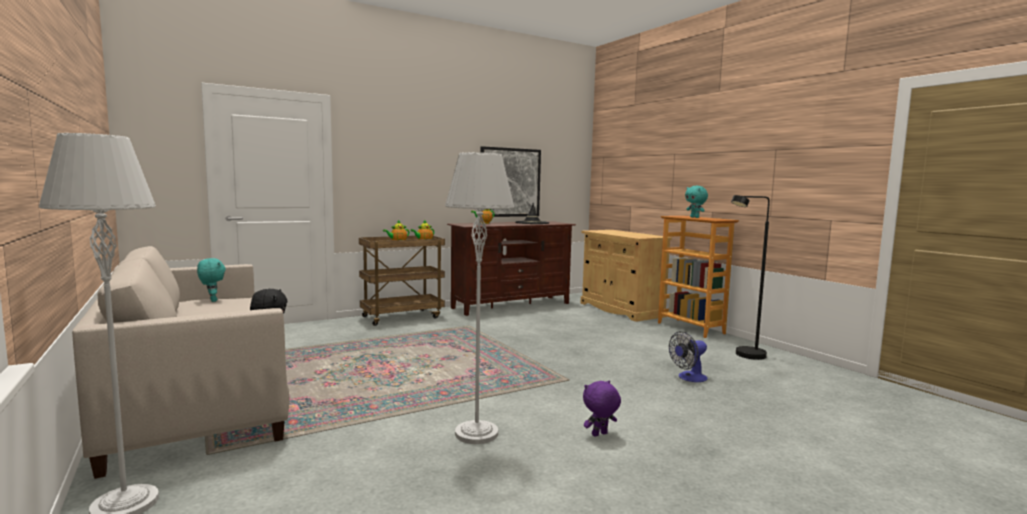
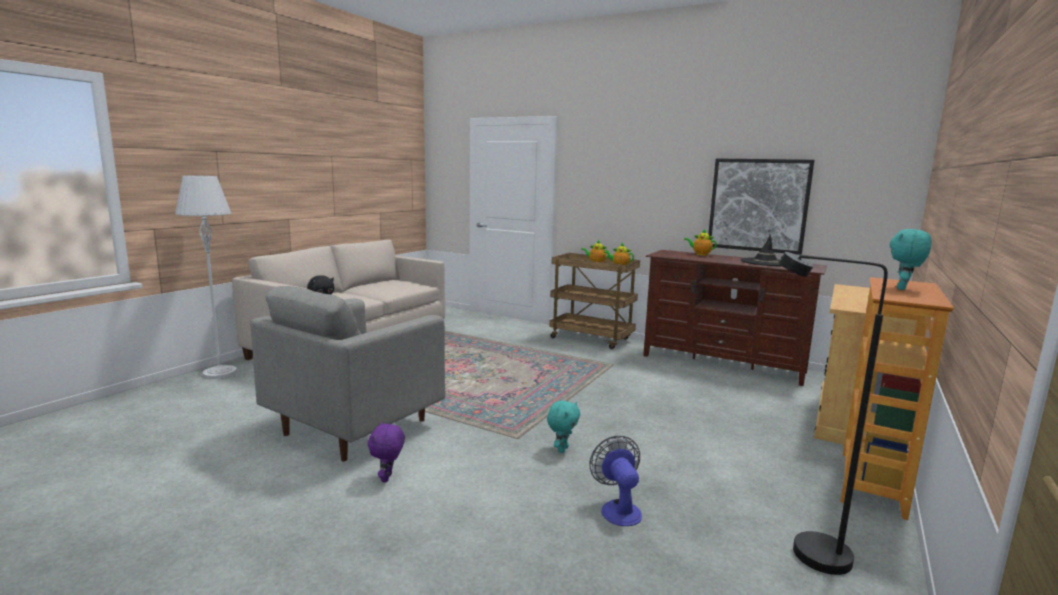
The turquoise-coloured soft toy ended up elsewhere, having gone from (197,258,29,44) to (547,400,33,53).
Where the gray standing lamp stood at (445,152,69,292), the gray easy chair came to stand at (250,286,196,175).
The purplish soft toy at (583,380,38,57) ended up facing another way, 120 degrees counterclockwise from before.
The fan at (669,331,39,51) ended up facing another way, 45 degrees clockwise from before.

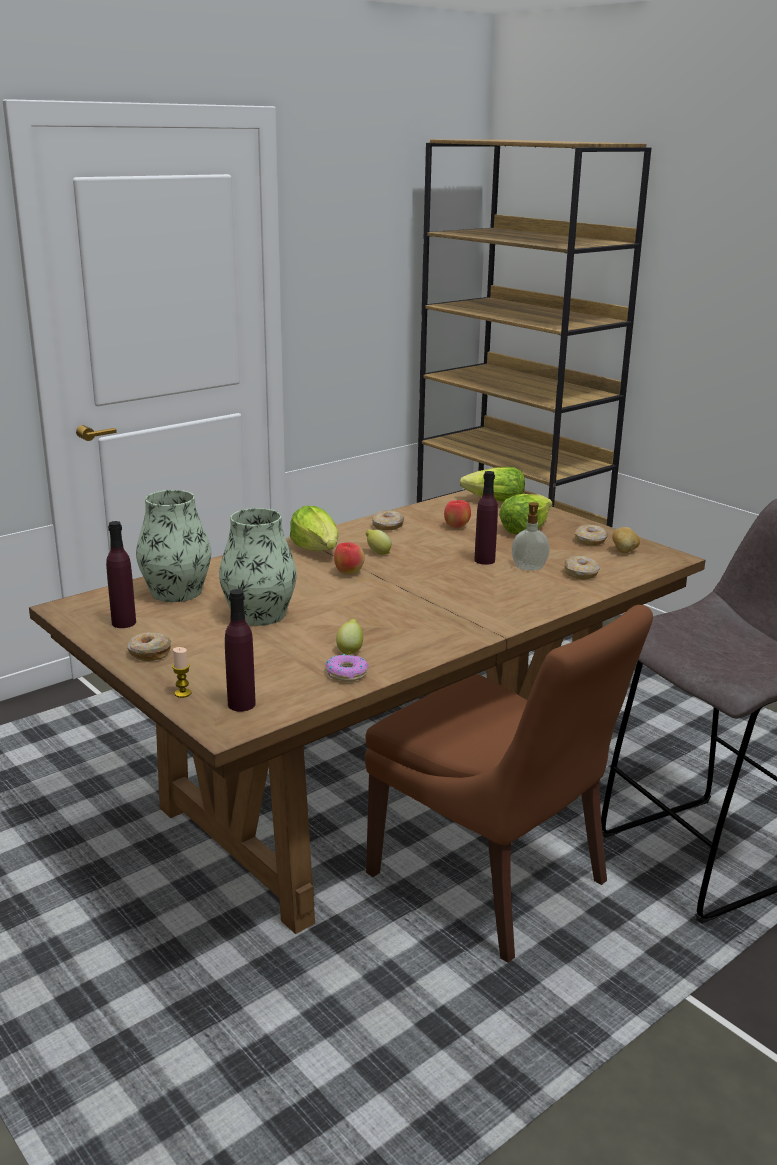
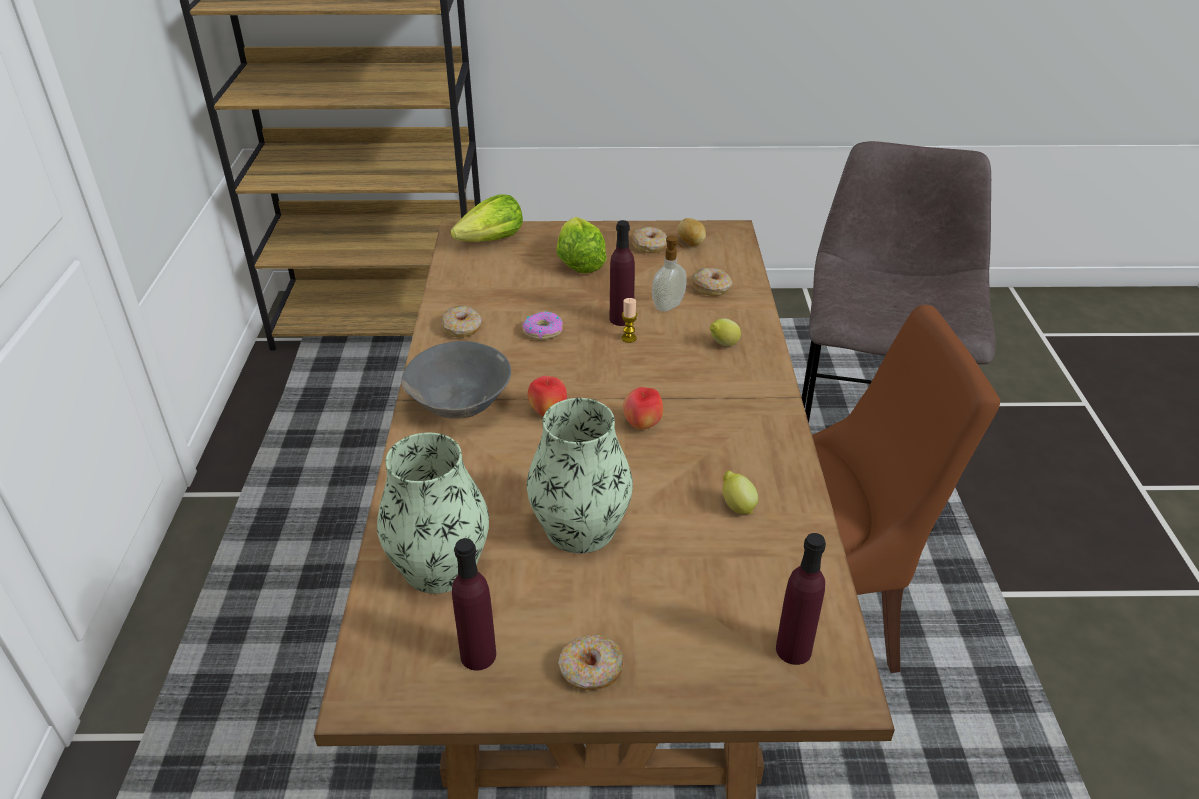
The wax candle ended up elsewhere, having gone from (172,647,19,51) to (621,298,16,45).
Where the lettuce head stood at (290,506,49,45), the gray bowl came to stand at (401,341,110,78).
The donut ended up elsewhere, having gone from (325,654,44,28) to (523,311,40,29).
The citrus fruit ended up elsewhere, having gone from (366,529,26,26) to (710,318,31,28).
The apple ended up elsewhere, having gone from (444,500,27,28) to (623,387,40,43).

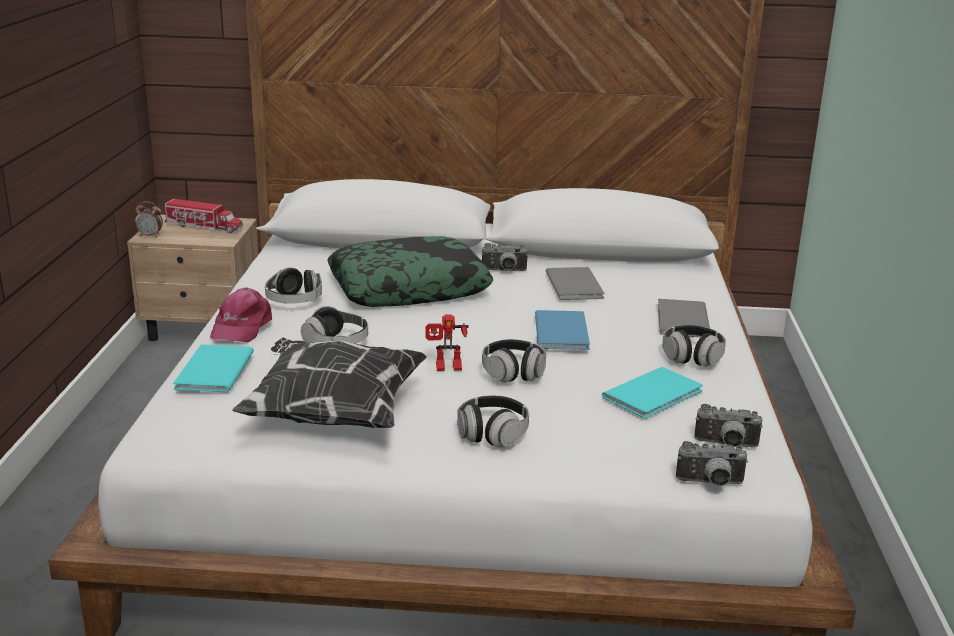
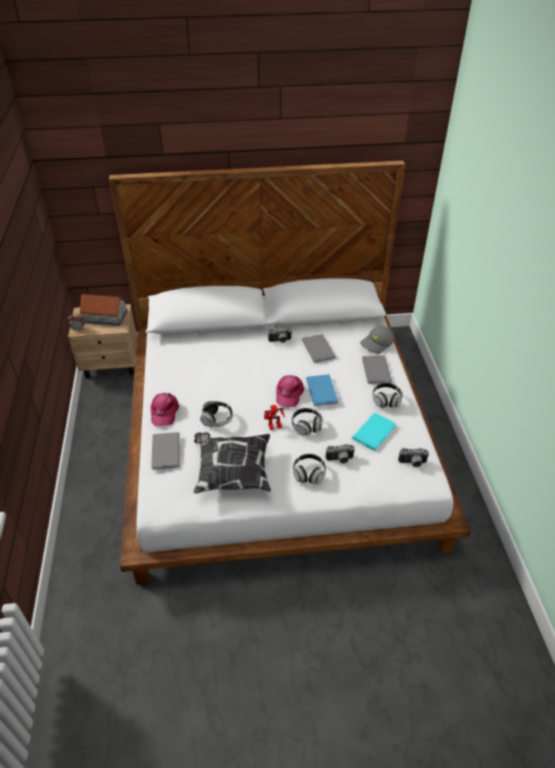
Where the toy truck stood at (165,199,78,34), the miniature house came to stand at (79,294,48,32).
What was the turquoise-coloured volume at (173,344,81,49) turned into the gray volume at (151,432,29,38).
The second view lost the pair of headphones at (265,267,57,37).
The second view lost the cushion at (327,236,166,71).
The still camera ended up elsewhere, having gone from (676,441,72,45) to (325,444,30,19).
The second view gained the pinkish peaked cap at (276,375,28,32).
The second view gained the gray peaked cap at (360,326,34,28).

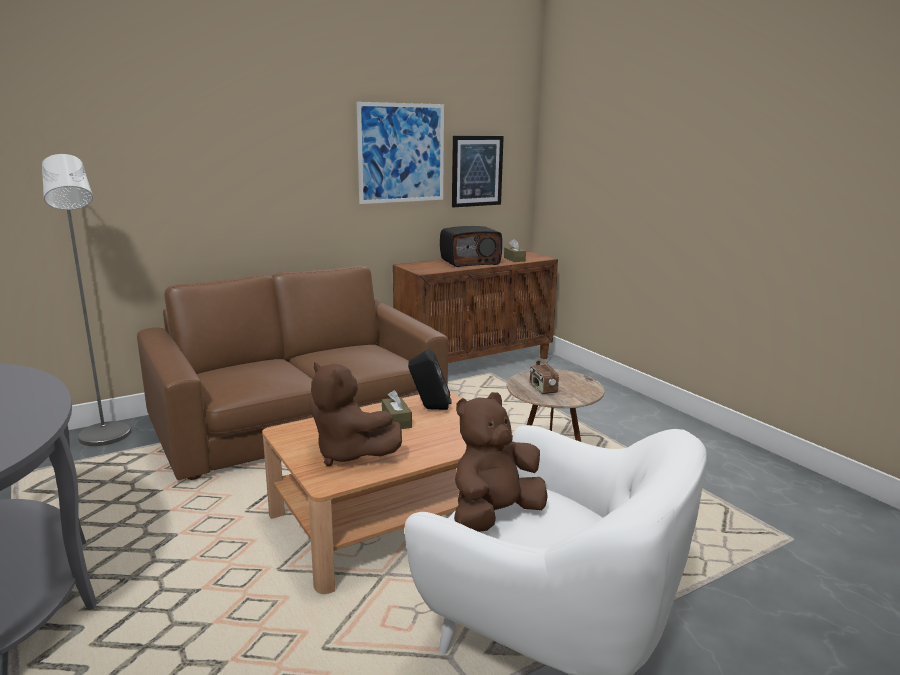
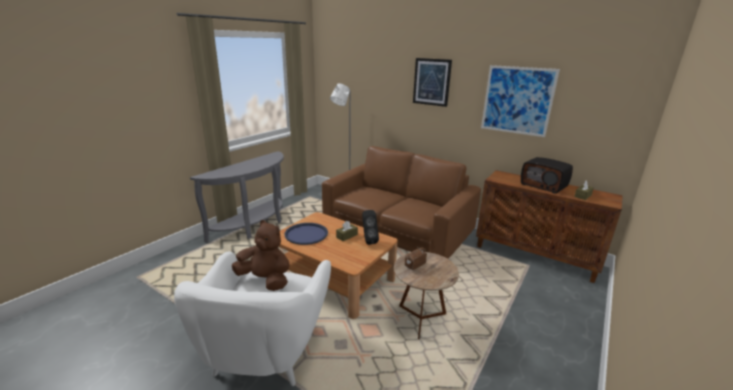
Where the brownish soft toy stood at (309,362,93,104), the blue-coloured serving tray came to stand at (284,223,44,22).
The wall art ended up elsewhere, having gone from (452,136,52,71) to (413,58,39,49).

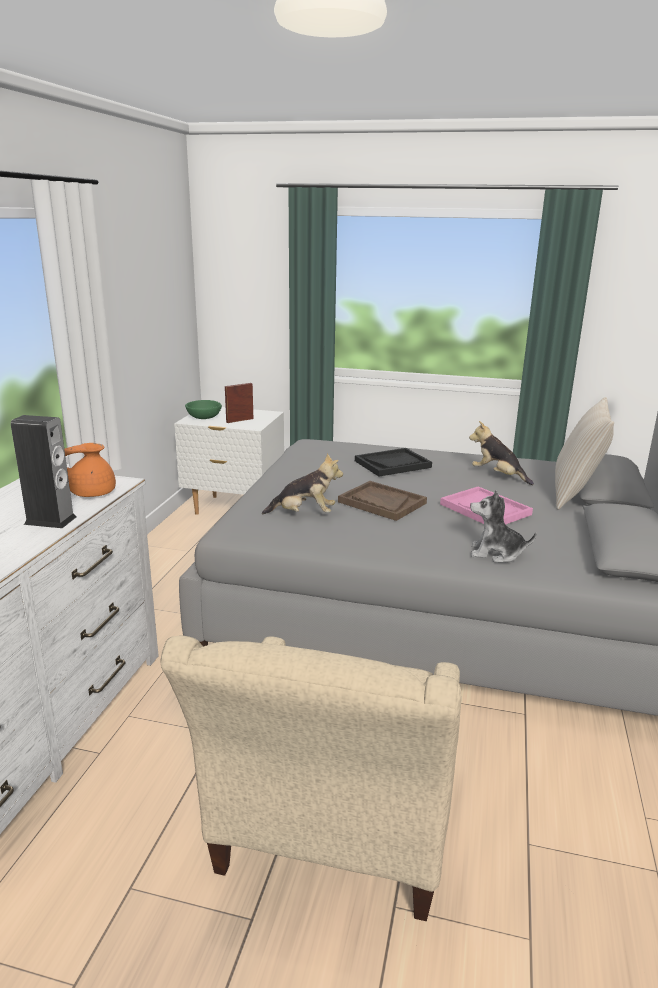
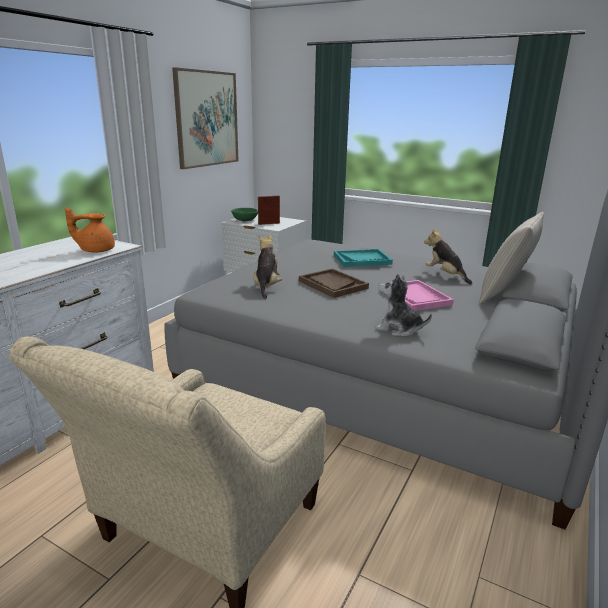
The second view lost the loudspeaker at (11,415,66,113).
The soft toy at (262,453,81,62) ended up facing another way, 105 degrees counterclockwise from before.
What was the black serving tray at (355,448,77,29) turned into the turquoise-coloured serving tray at (334,249,59,18).
The second view gained the wall art at (172,67,67,102).

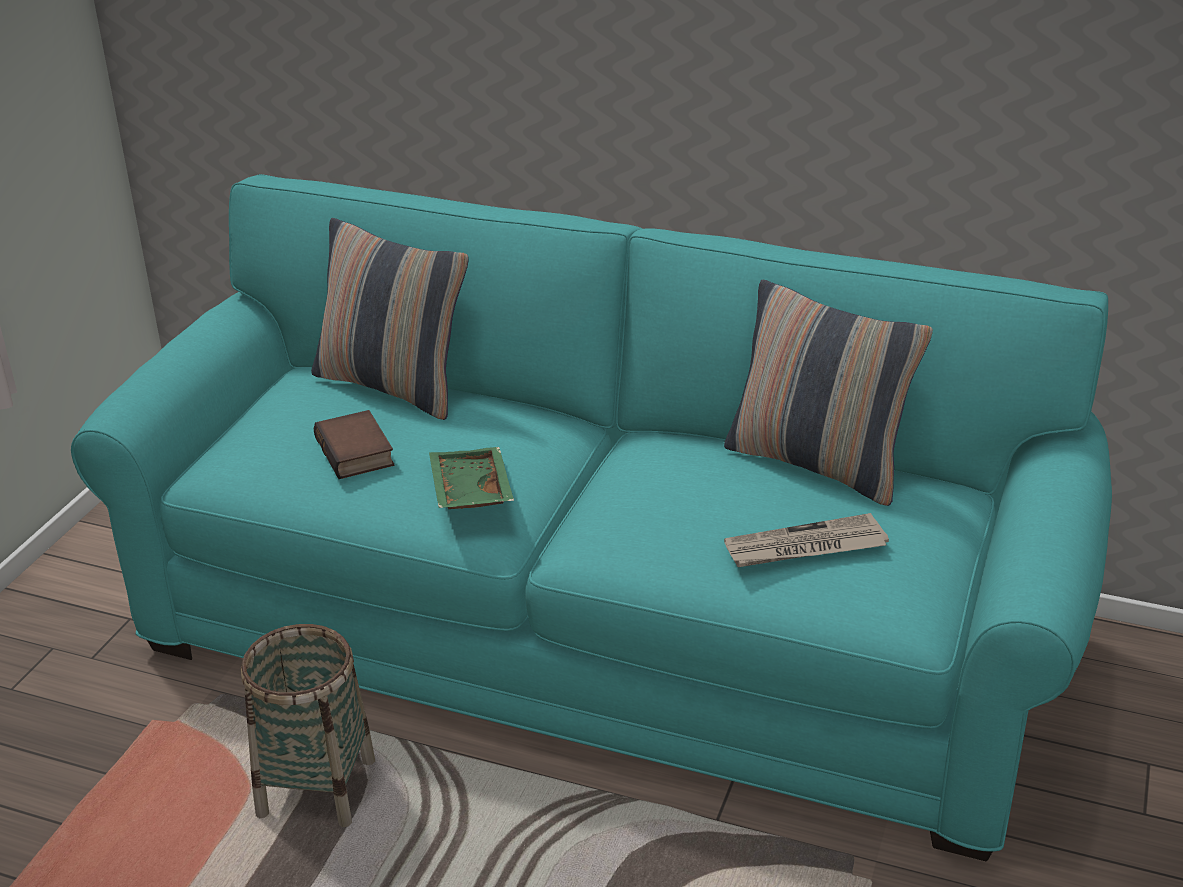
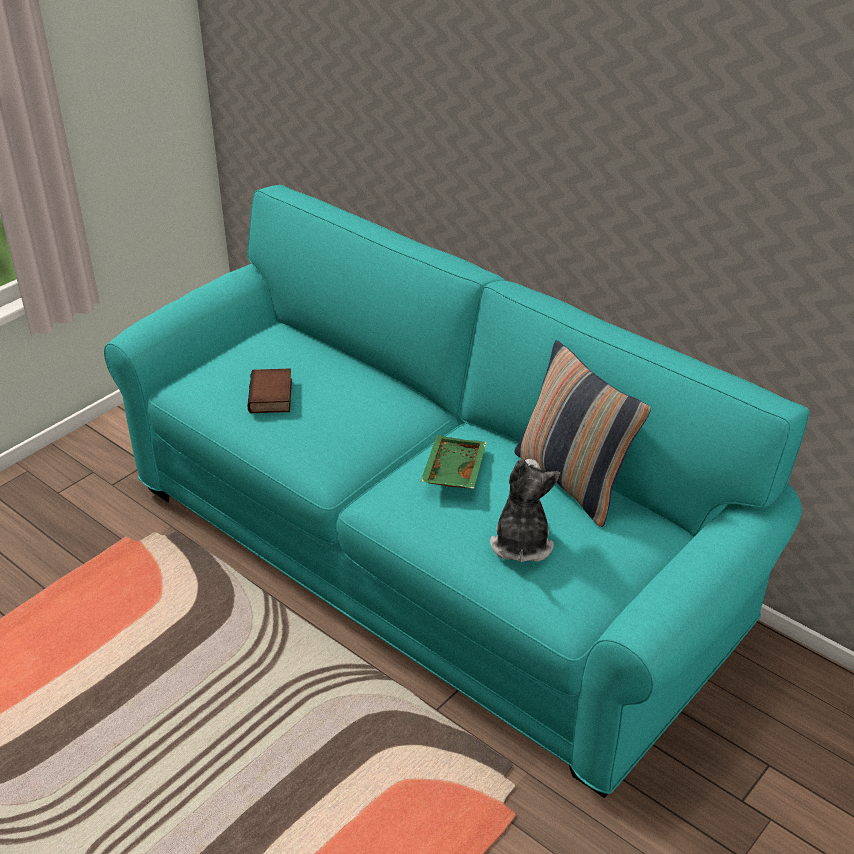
The second view lost the basket at (241,624,134,203).
The second view lost the cushion at (311,218,158,202).
The greenish serving tray ended up elsewhere, having gone from (429,447,85,62) to (421,435,66,54).
Where the printed paper stood at (724,513,165,54), the soft toy came to stand at (490,458,70,104).

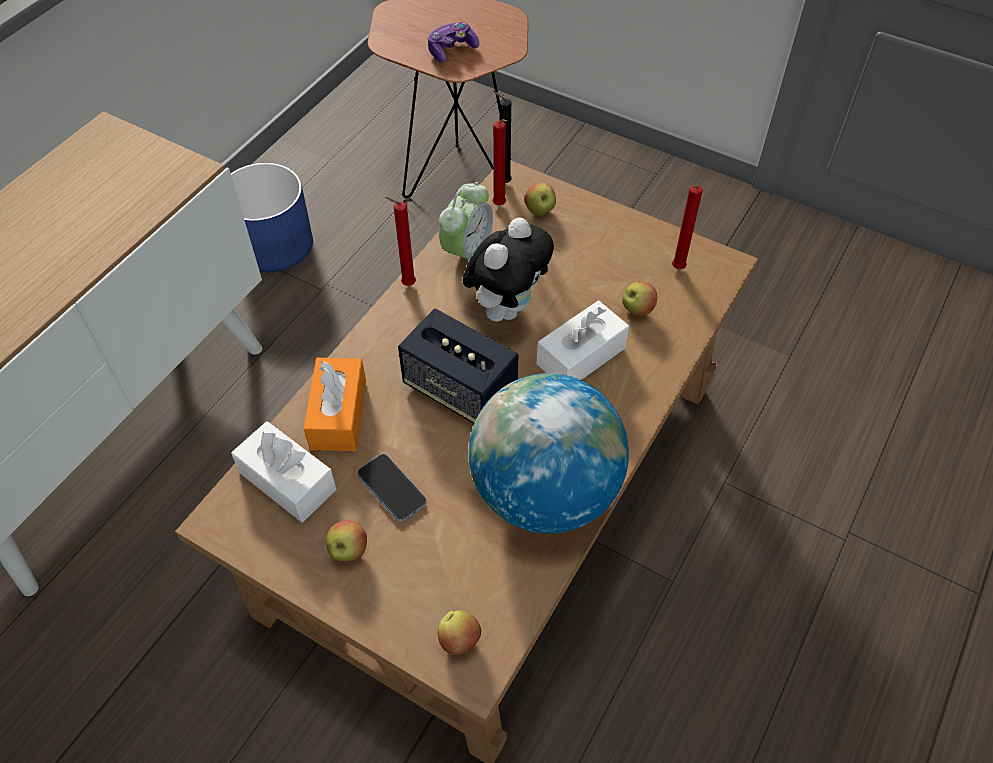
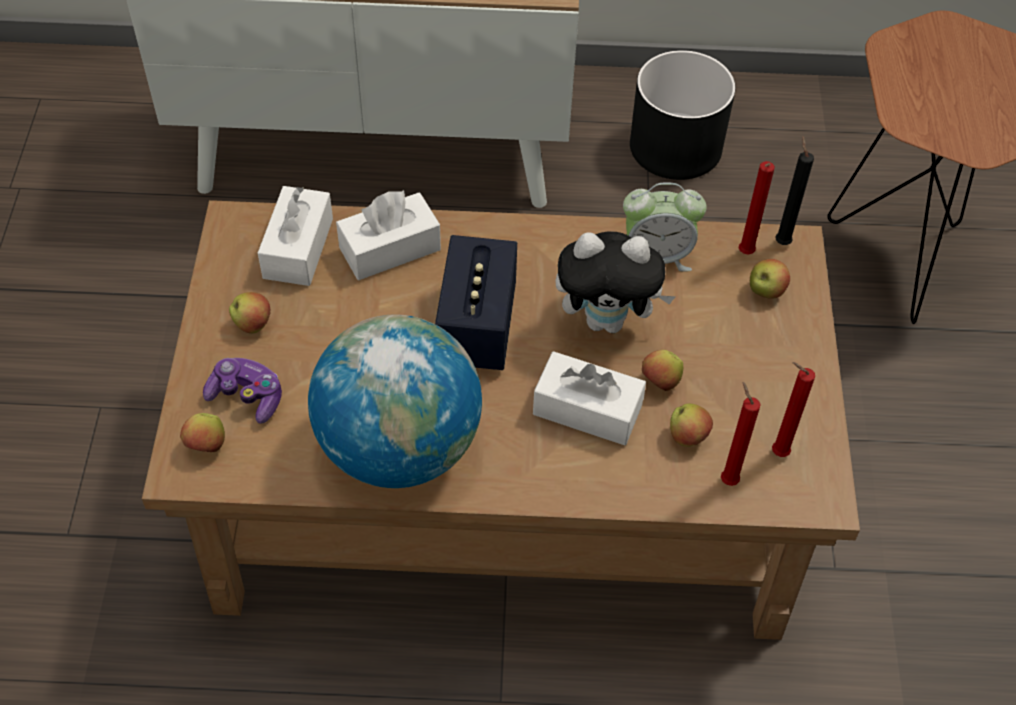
What was the blue-coloured plant pot at (231,163,82,109) turned into the black plant pot at (630,50,106,130).
What was the orange tissue box at (304,358,62,93) turned into the white-coloured tissue box at (336,190,105,90).
The second view lost the phone at (357,454,70,68).
The red wax candle ended up elsewhere, having gone from (385,197,31,89) to (721,382,40,104).
The joypad ended up elsewhere, having gone from (428,22,51,41) to (203,358,79,65).
The second view gained the apple at (642,350,41,41).

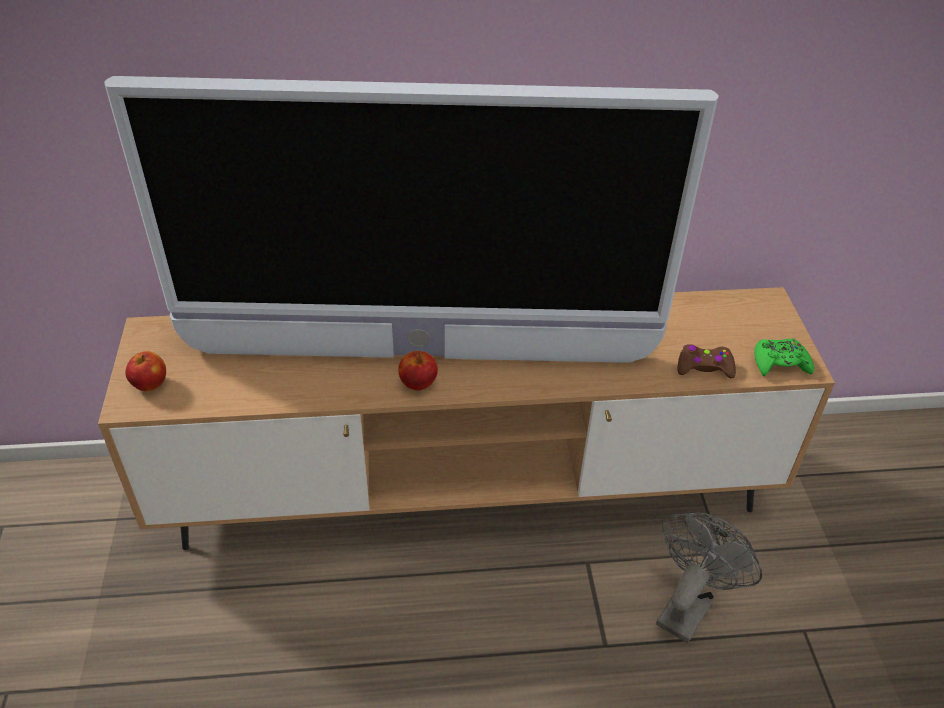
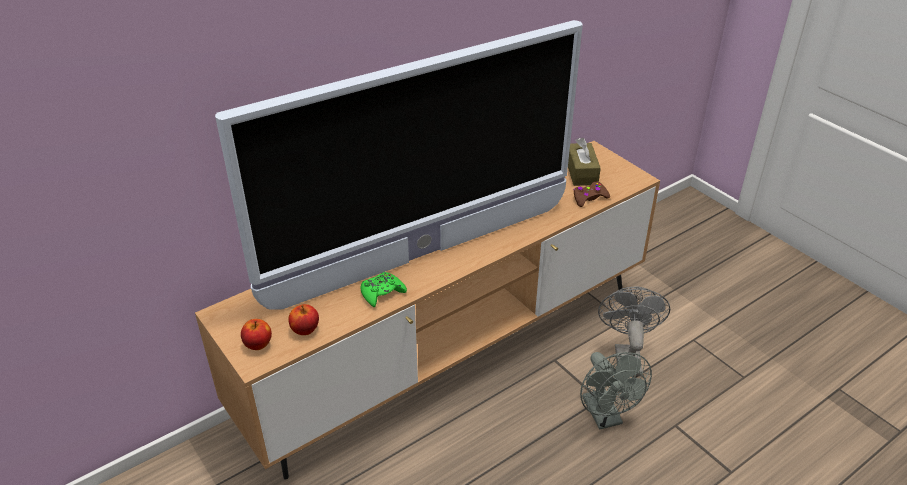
The apple ended up elsewhere, having gone from (398,351,40,40) to (288,304,31,31).
The greenish joypad ended up elsewhere, having gone from (754,338,61,38) to (360,272,47,35).
The second view gained the brownish tissue box at (568,138,33,48).
The second view gained the gray fan at (580,352,72,78).

